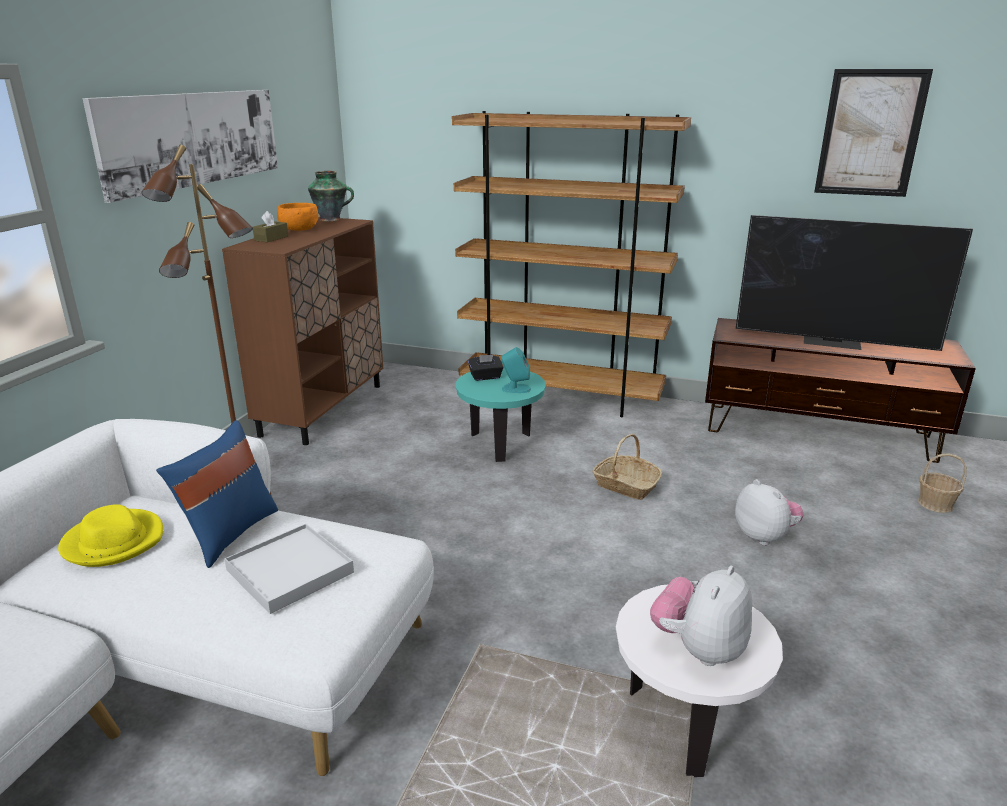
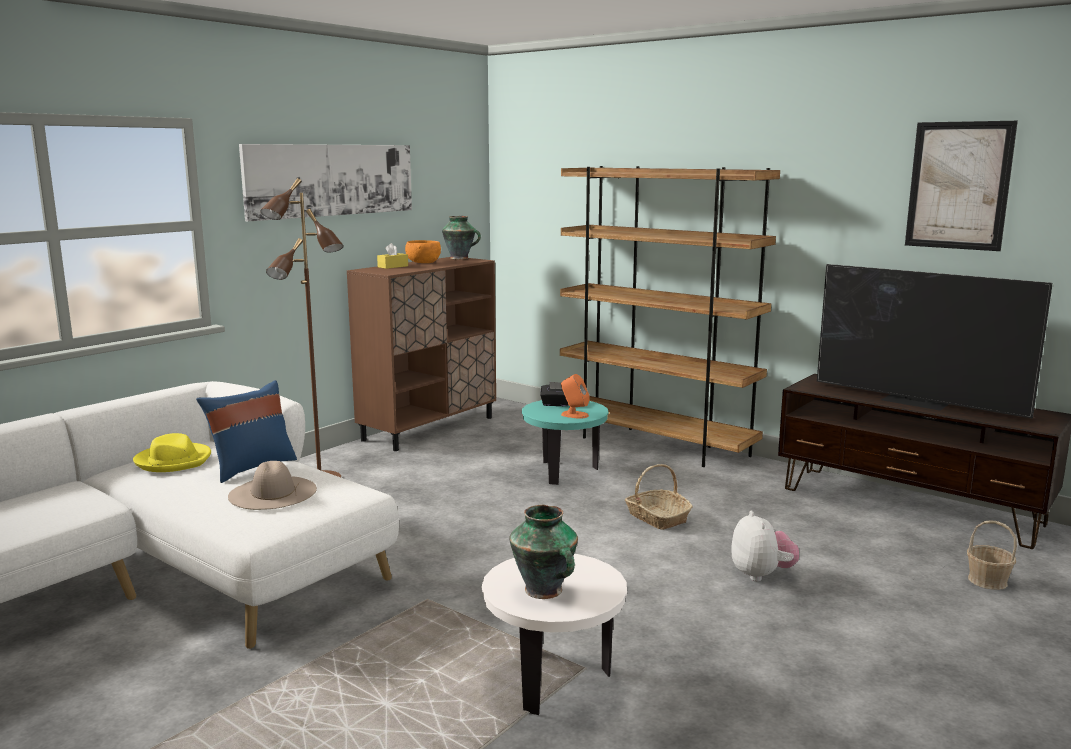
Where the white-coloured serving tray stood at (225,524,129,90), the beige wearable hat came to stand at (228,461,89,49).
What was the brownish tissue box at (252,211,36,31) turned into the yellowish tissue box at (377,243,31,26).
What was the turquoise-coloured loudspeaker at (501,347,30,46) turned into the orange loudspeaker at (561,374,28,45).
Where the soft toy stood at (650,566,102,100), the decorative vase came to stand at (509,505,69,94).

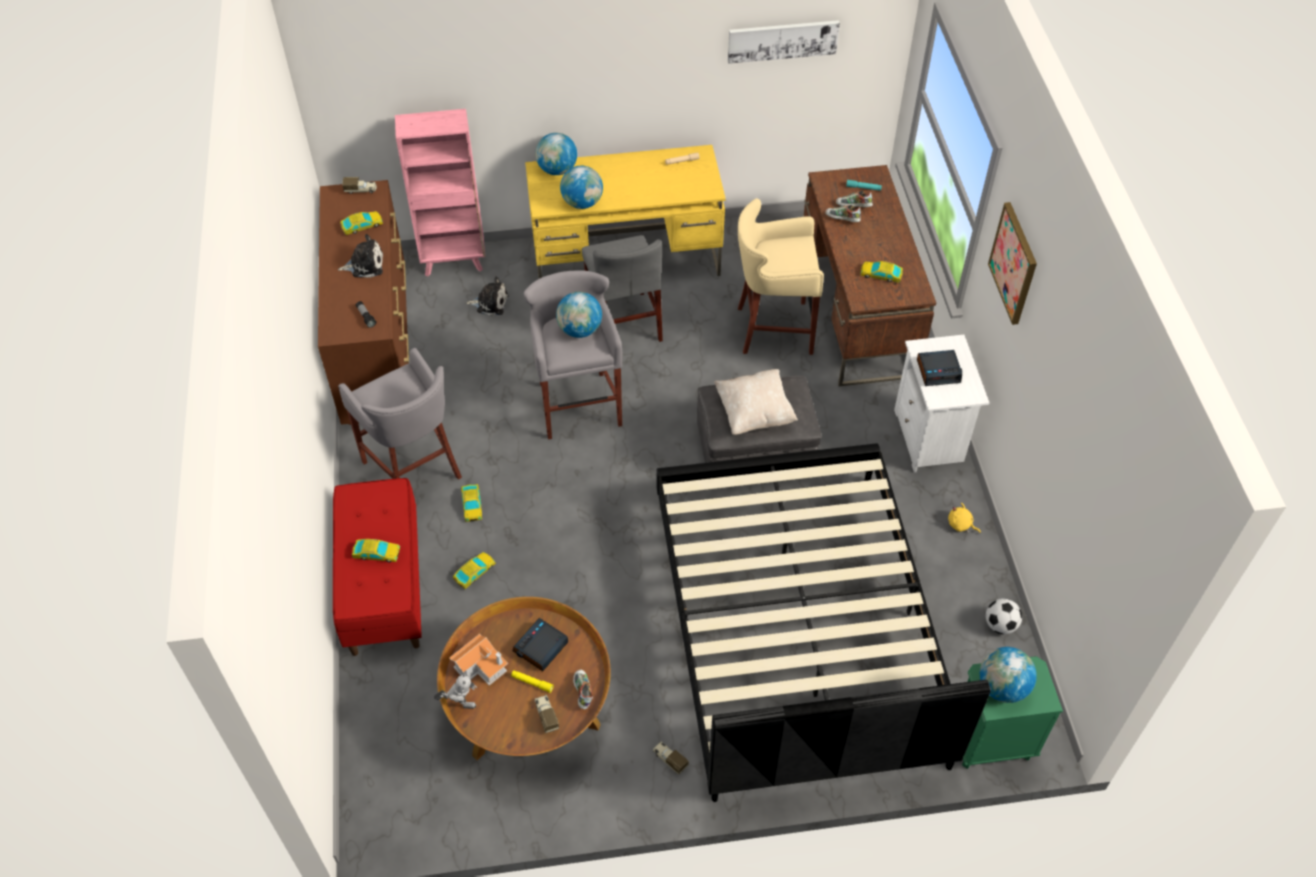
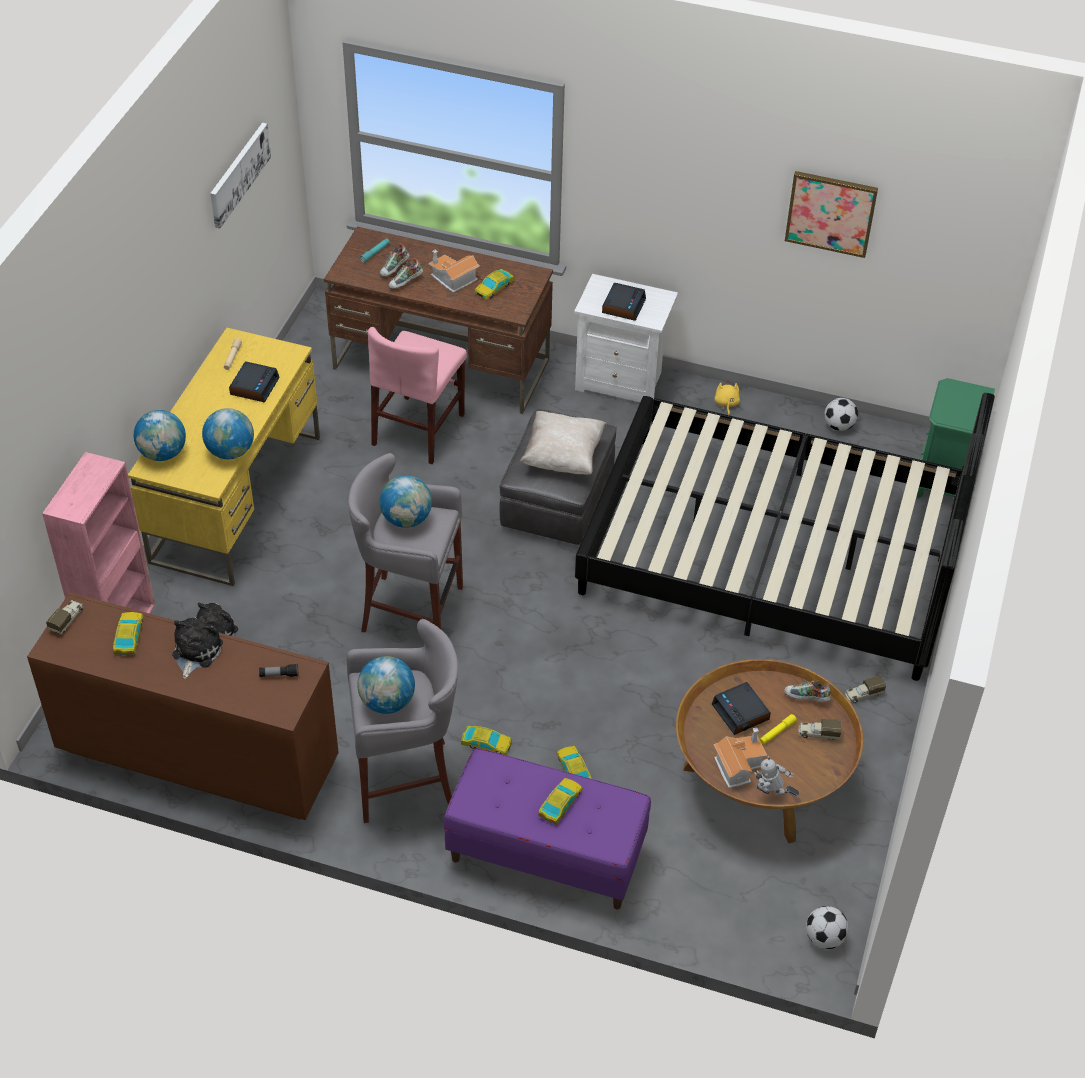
What was the red bench at (333,478,89,178) turned into the purplish bench at (444,748,207,162).
The model robot at (434,673,43,36) ended up facing another way, 90 degrees counterclockwise from before.
The second view lost the gray plain chair at (582,235,81,107).
Where the beige stool stood at (738,198,86,157), the pinkish plain chair came to stand at (368,327,99,137).
The yellowish soft toy at (948,503,33,30) ended up facing another way, 120 degrees clockwise from before.
The desk globe ended up elsewhere, having gone from (980,647,57,56) to (357,656,58,58).
The wall art ended up elsewhere, having gone from (988,202,49,123) to (785,171,93,87).
The second view gained the alarm clock at (229,362,51,41).
The second view gained the miniature house at (428,250,52,43).
The second view gained the ball for football at (806,906,43,43).

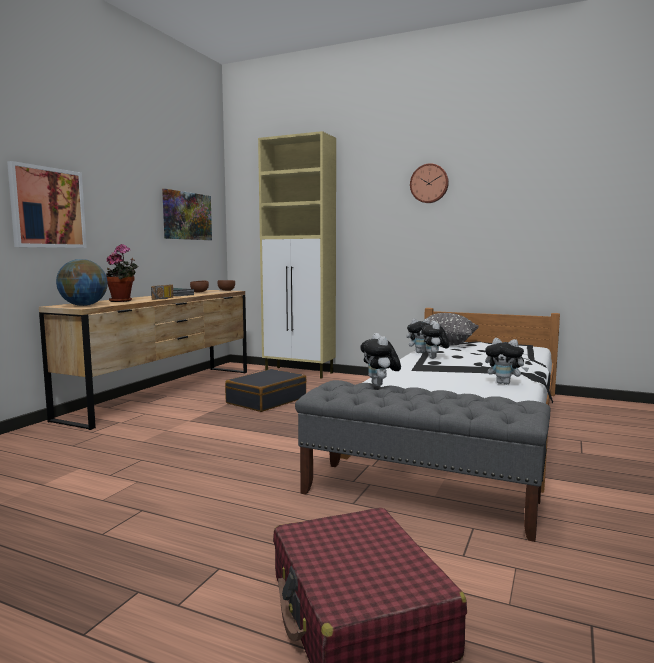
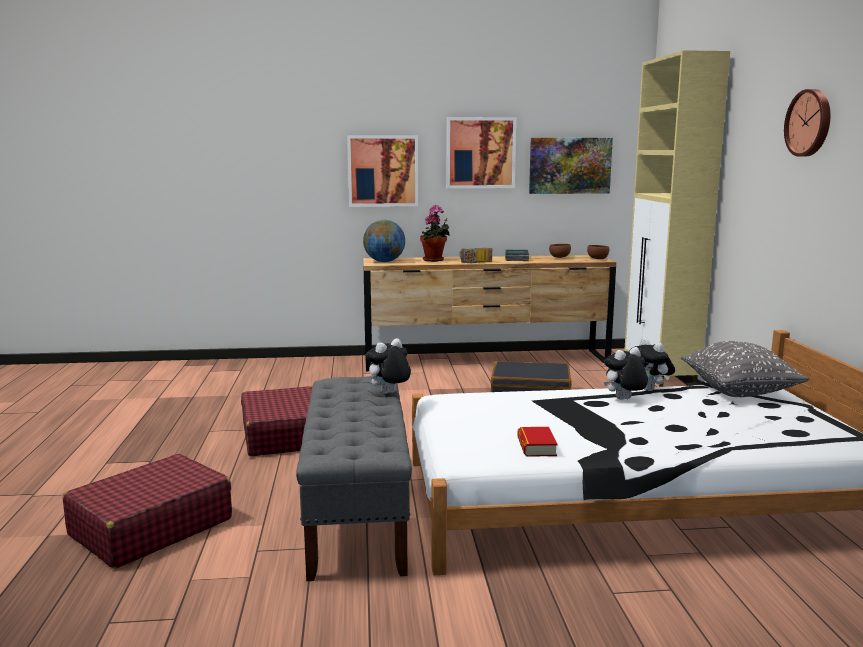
Where the soft toy stood at (485,338,44,47), the volume came to stand at (517,427,41,30).
The second view gained the red travel case at (241,386,71,70).
The second view gained the wall art at (446,117,71,72).

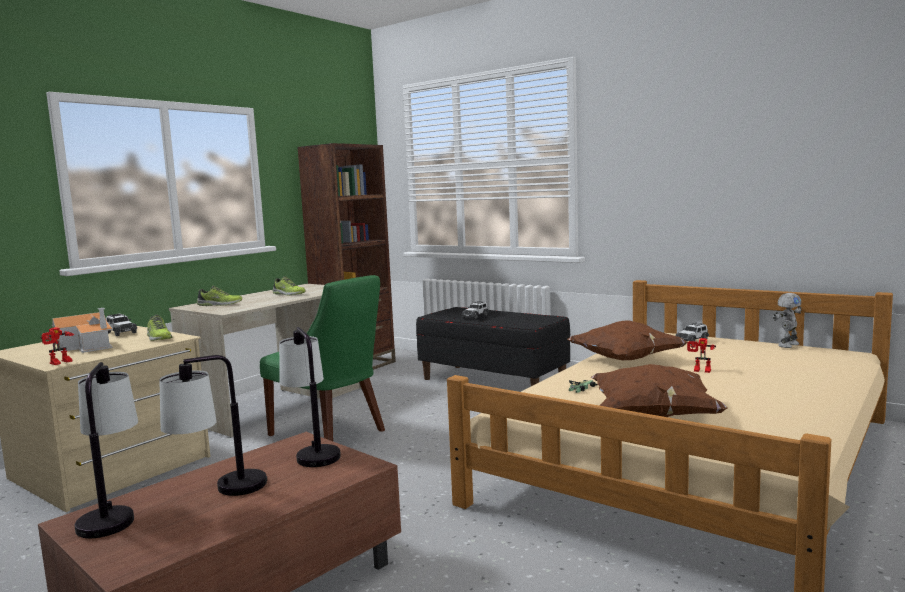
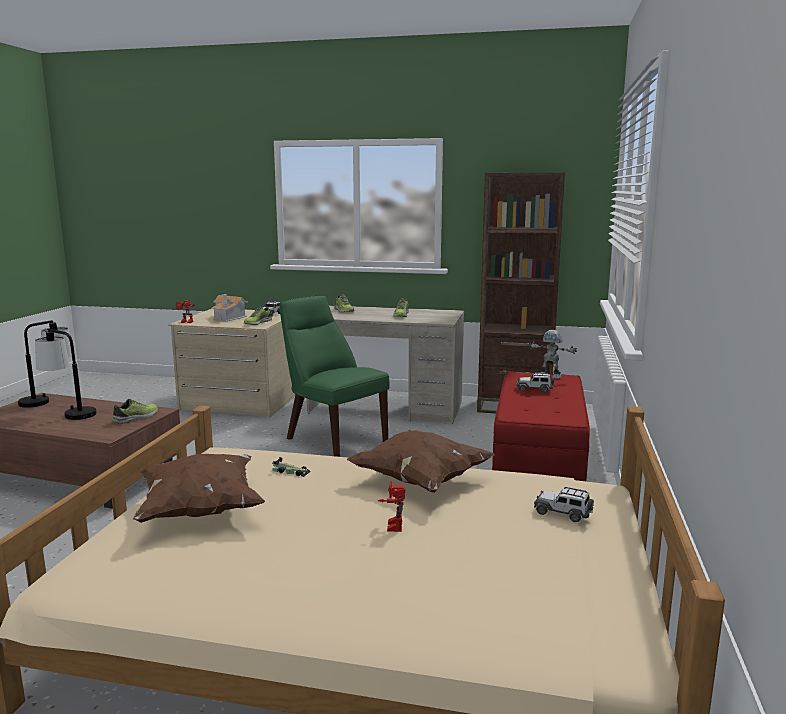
The greenish plain chair at (260,275,125,166) ended up facing another way, 120 degrees clockwise from before.
Where the lamp for a table stood at (279,327,62,140), the shoe came to stand at (112,399,46,25).
What was the black bench at (416,307,154,79) turned into the red bench at (492,372,98,109).
The model robot ended up elsewhere, having gone from (773,293,29,55) to (528,330,49,49).

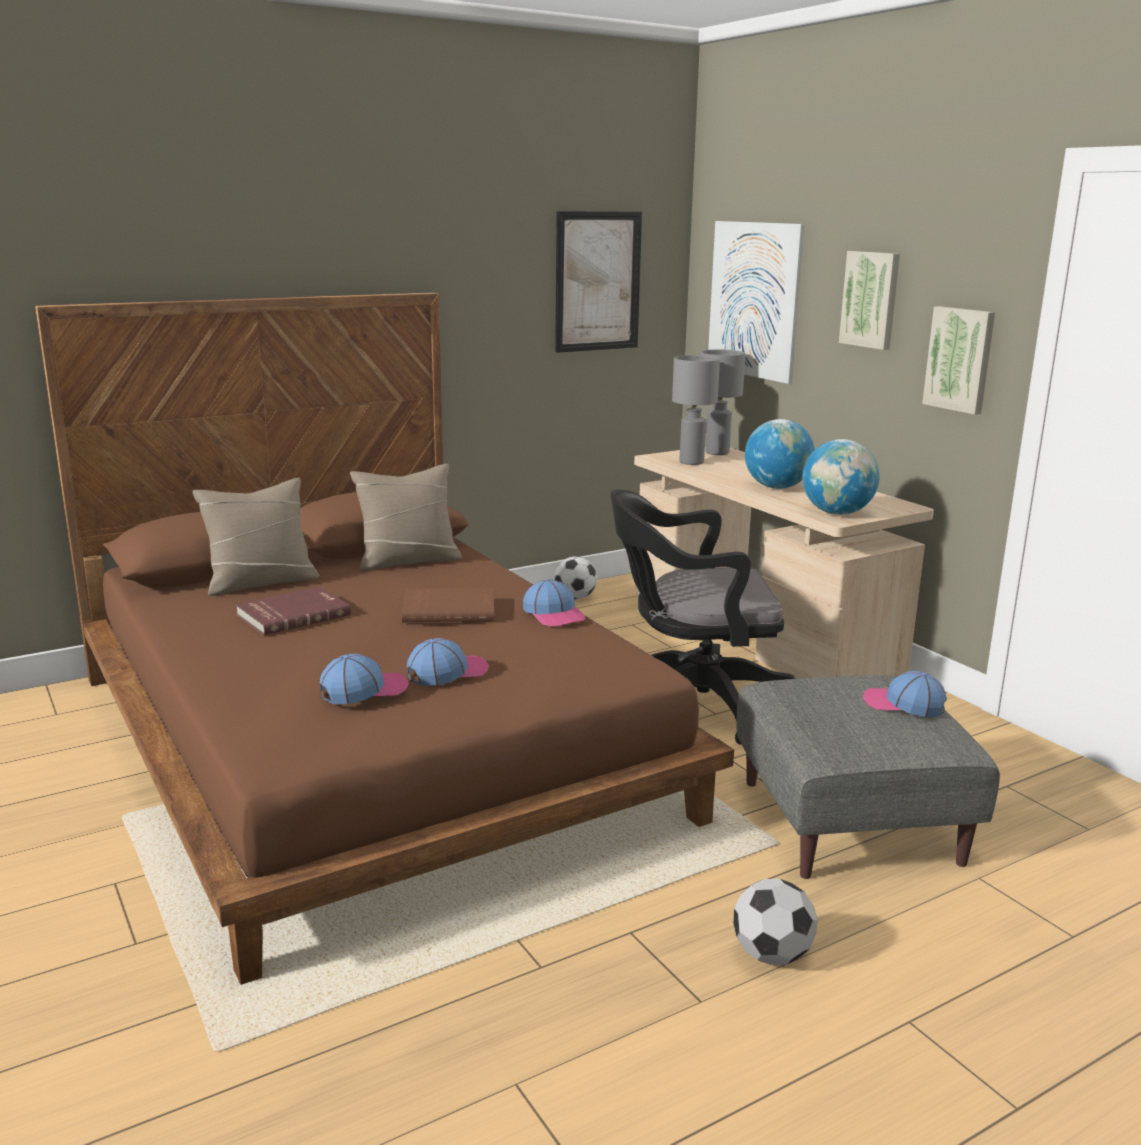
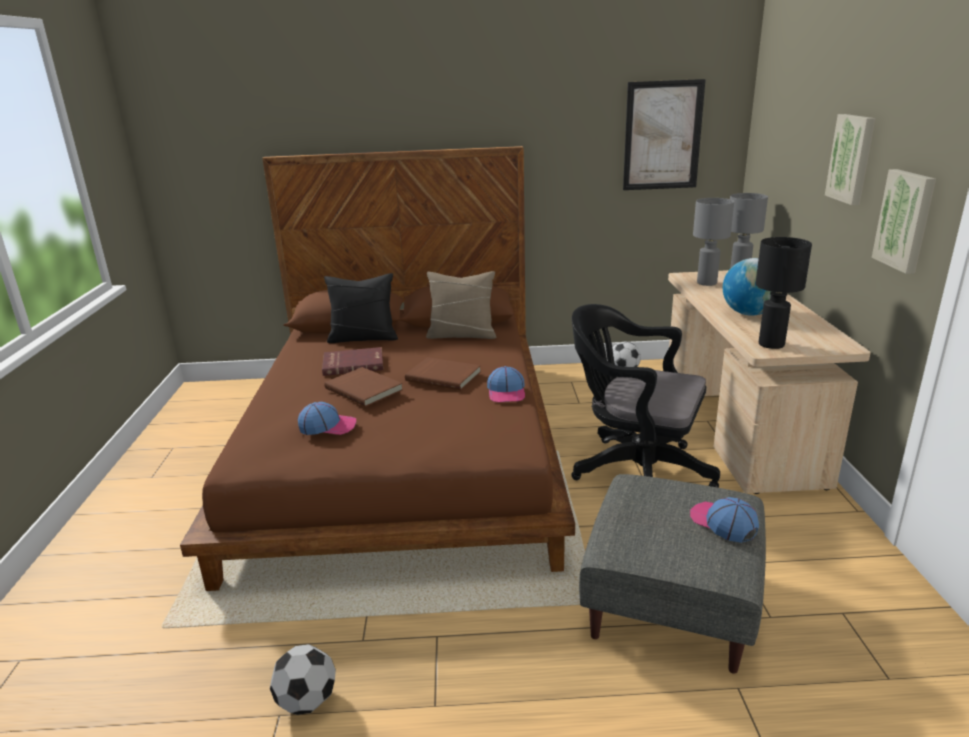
What was the beige cushion at (192,478,127,118) turned into the black cushion at (324,273,74,70).
The second view lost the peaked cap at (407,638,82,48).
The second view lost the wall art at (708,221,96,163).
The ball for football ended up elsewhere, having gone from (733,878,85,87) to (270,644,66,71).
Where the desk globe stood at (802,439,78,76), the black lamp for a table came to stand at (755,237,57,112).
The second view gained the brownish volume at (324,367,79,40).

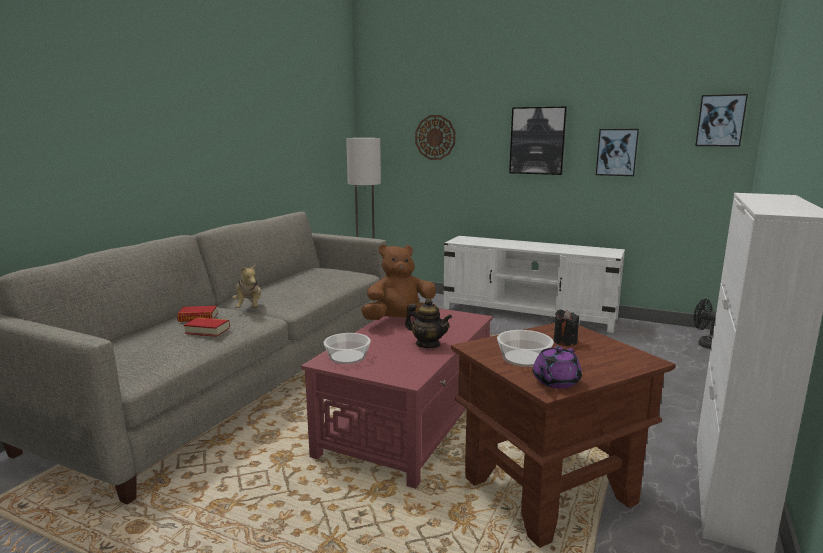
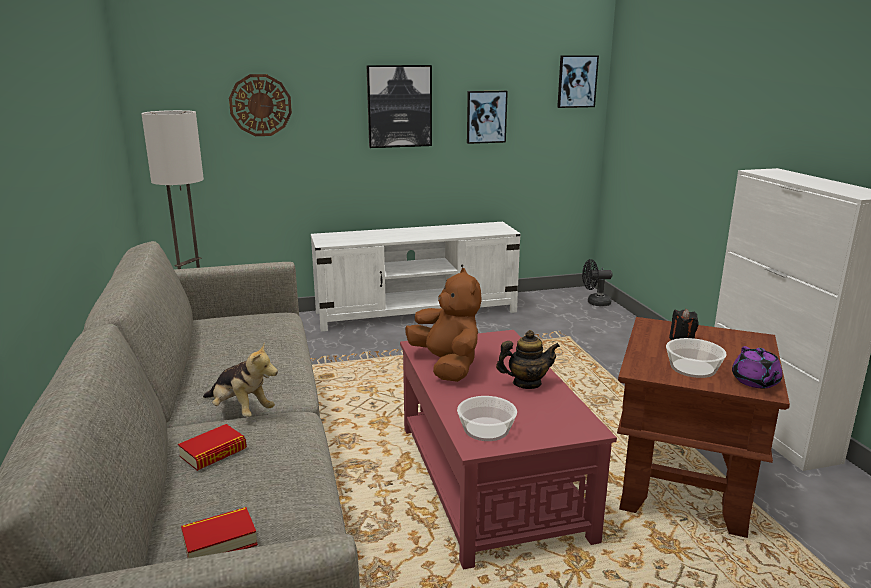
The volume ended up elsewhere, having gone from (184,317,46,20) to (181,507,77,51).
The brownish soft toy at (361,244,75,76) ended up facing another way, 120 degrees clockwise from before.

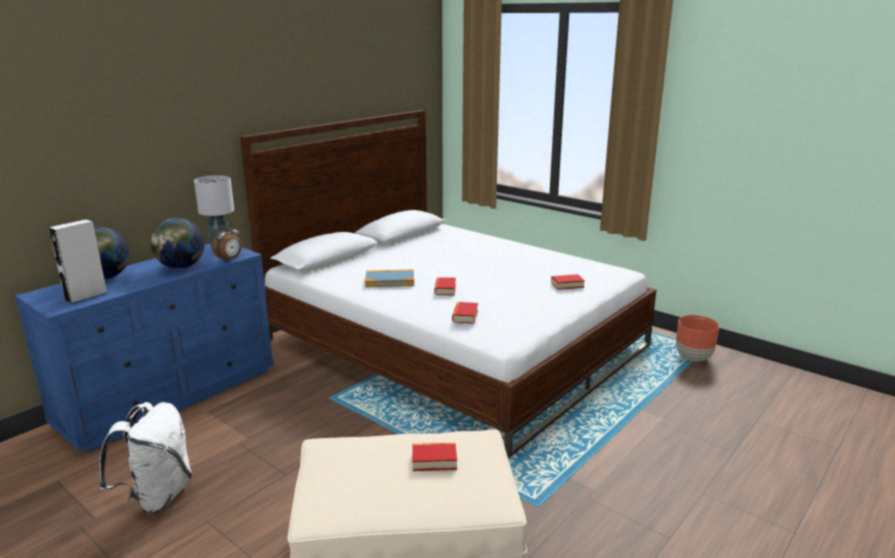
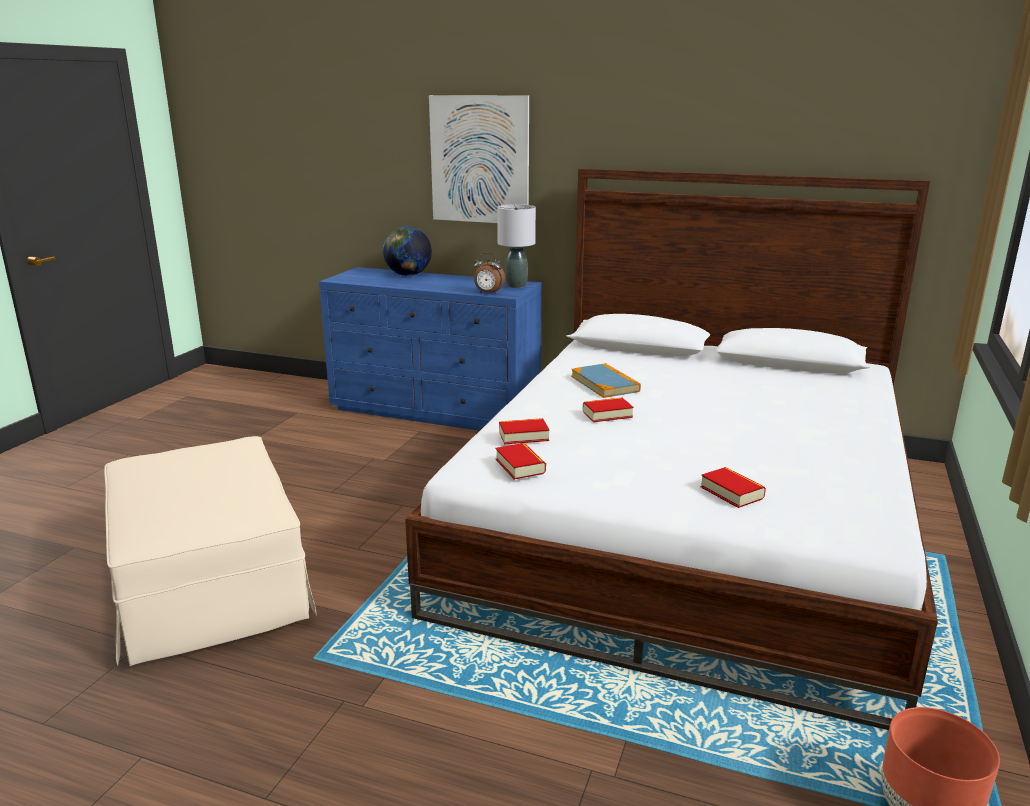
The second view lost the gray loudspeaker at (49,219,58,85).
The second view lost the white-coloured rucksack at (99,402,93,113).
The second view lost the desk globe at (151,218,54,51).
The volume ended up elsewhere, having gone from (413,443,44,28) to (495,443,51,37).
The second view gained the wall art at (429,95,100,128).

